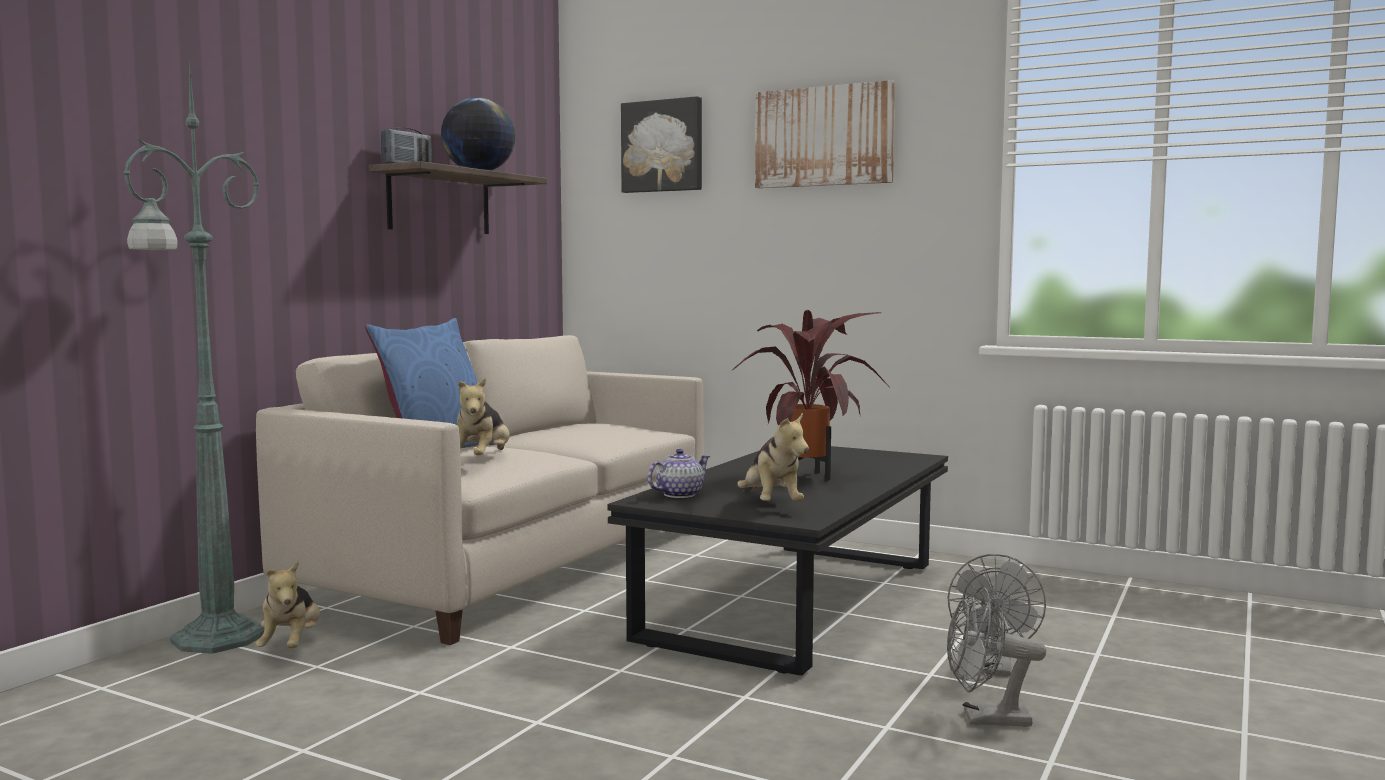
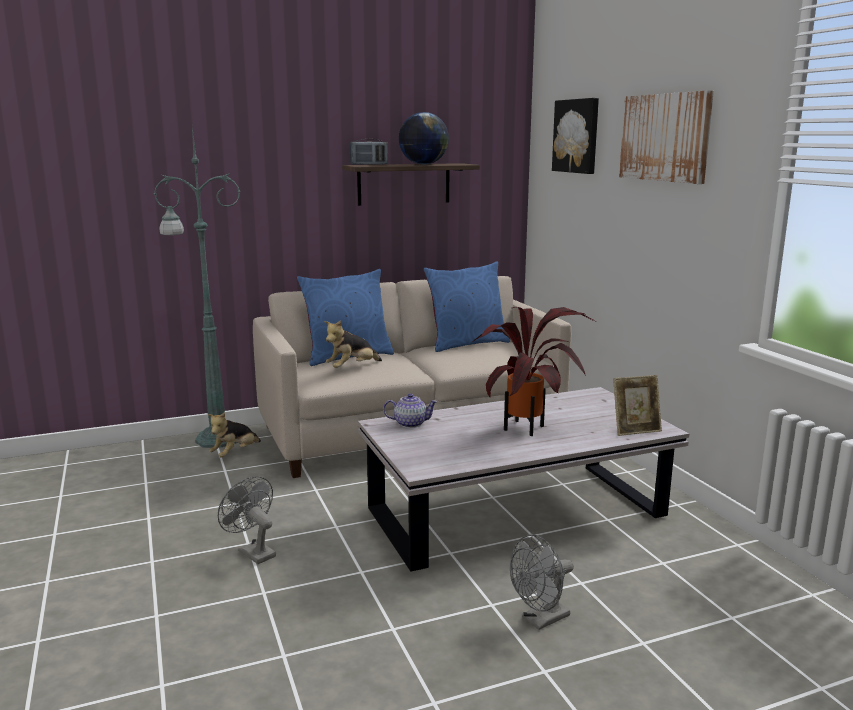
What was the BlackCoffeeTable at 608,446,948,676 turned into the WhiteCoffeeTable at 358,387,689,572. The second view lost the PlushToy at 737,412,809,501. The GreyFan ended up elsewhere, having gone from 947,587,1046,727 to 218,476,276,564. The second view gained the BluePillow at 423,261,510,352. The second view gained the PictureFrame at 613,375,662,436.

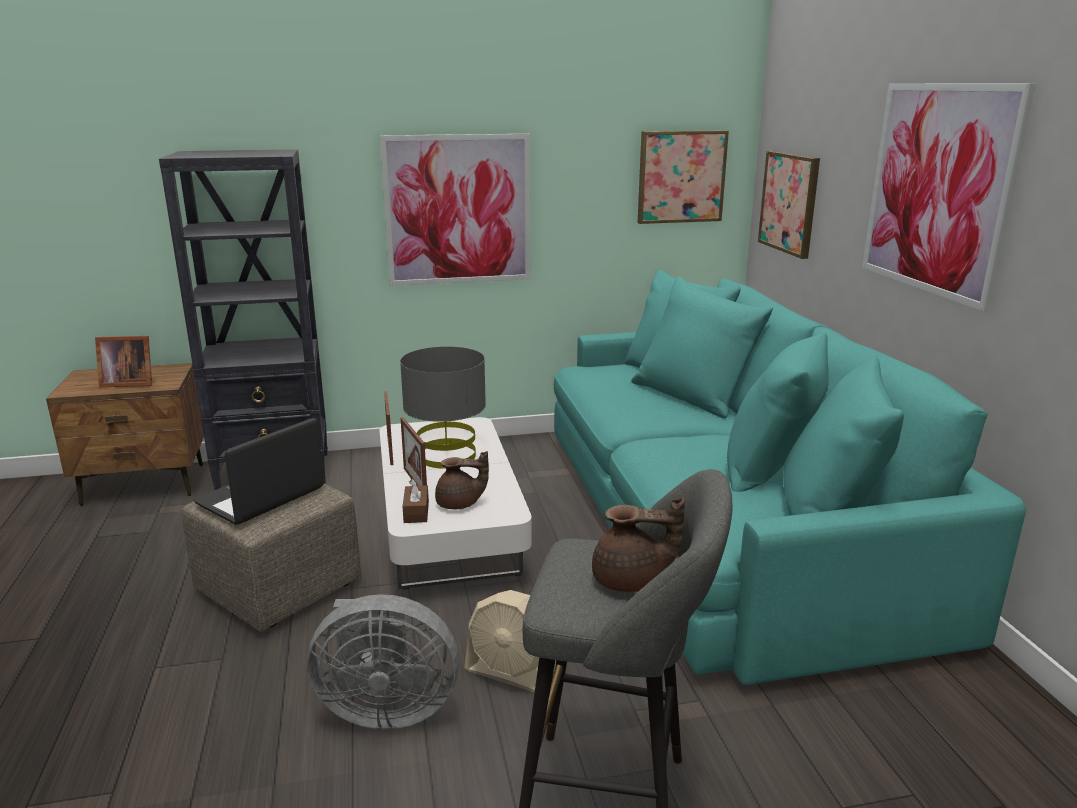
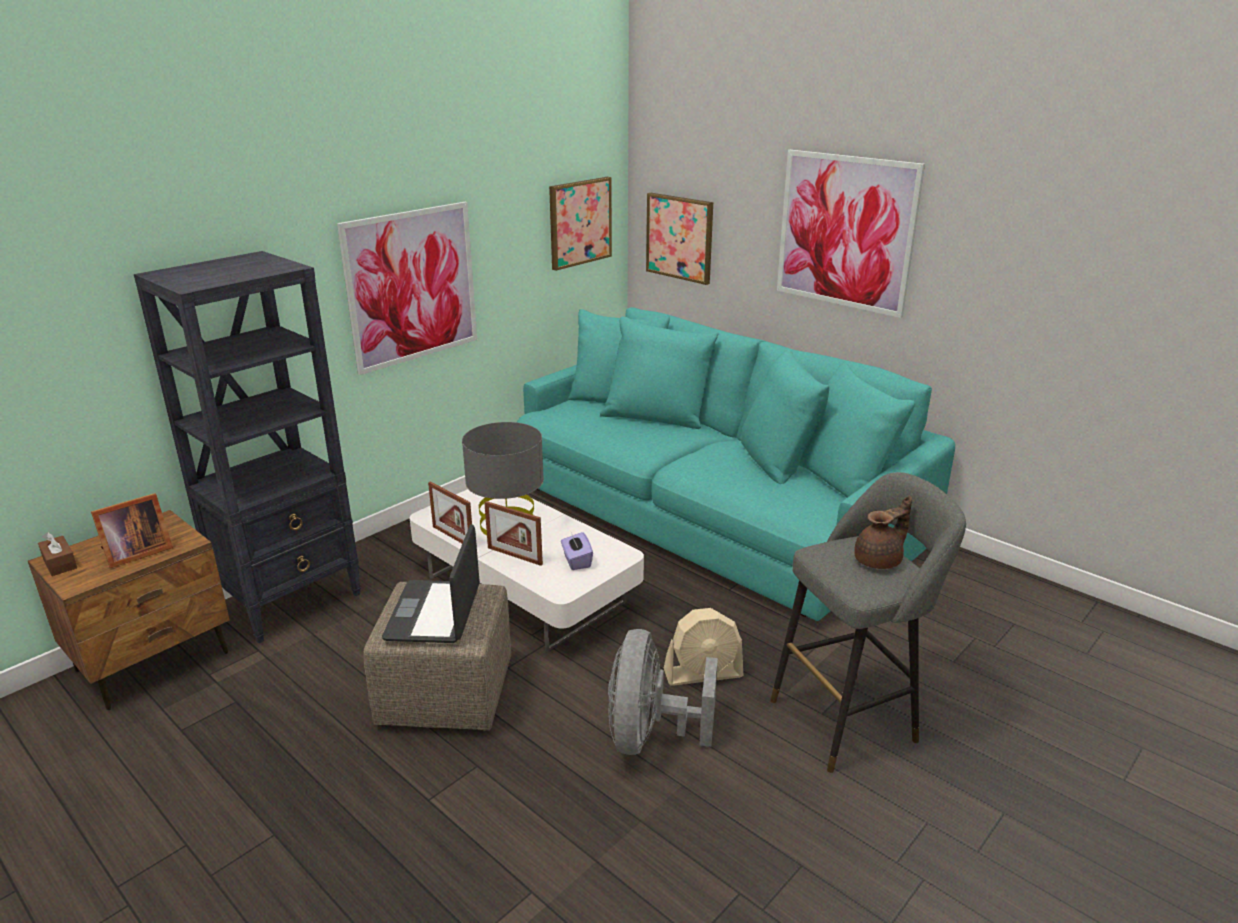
The GreyFan at 307,594,459,729 ended up facing another way, 135 degrees clockwise from before. The BrownTissueBox ended up elsewhere, having gone from 402,479,429,523 to 38,532,77,576. Where the BrownTeapot stood at 435,451,489,509, the PurpleTissueBox came to stand at 561,532,593,570.

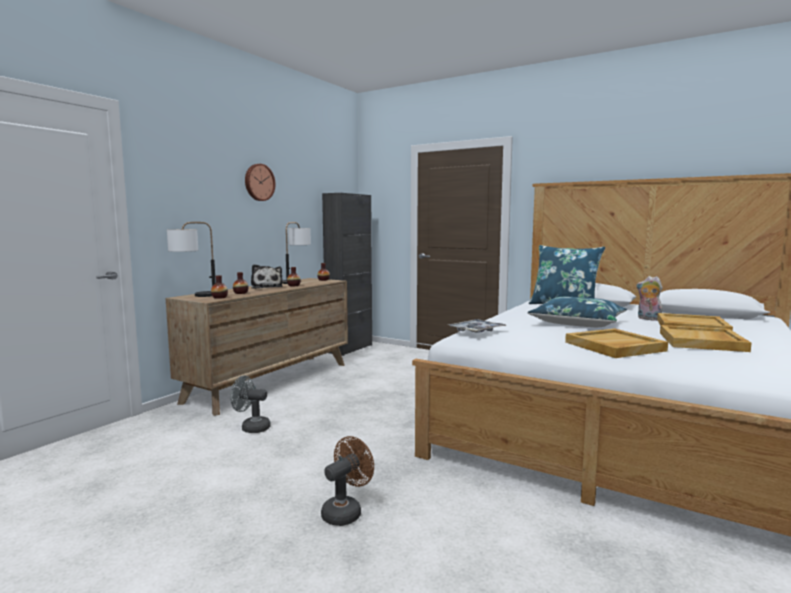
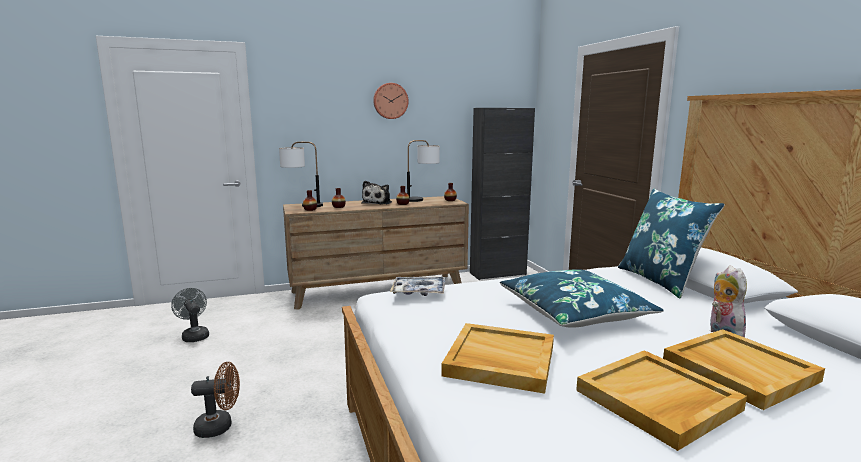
The GreyFan ended up elsewhere, having gone from 230,376,270,433 to 171,288,209,342.

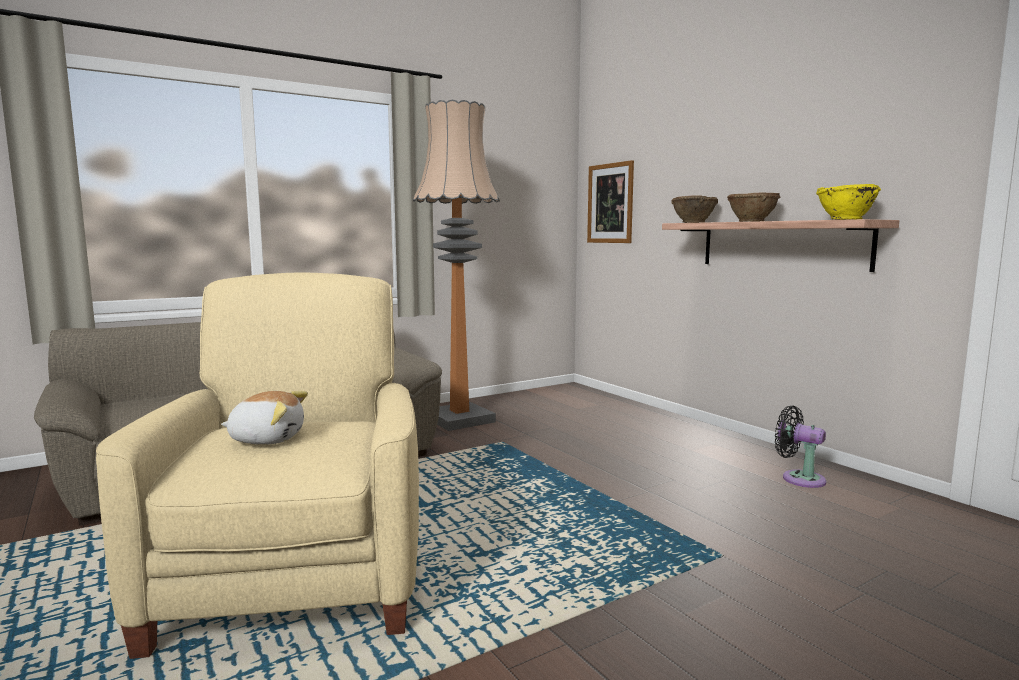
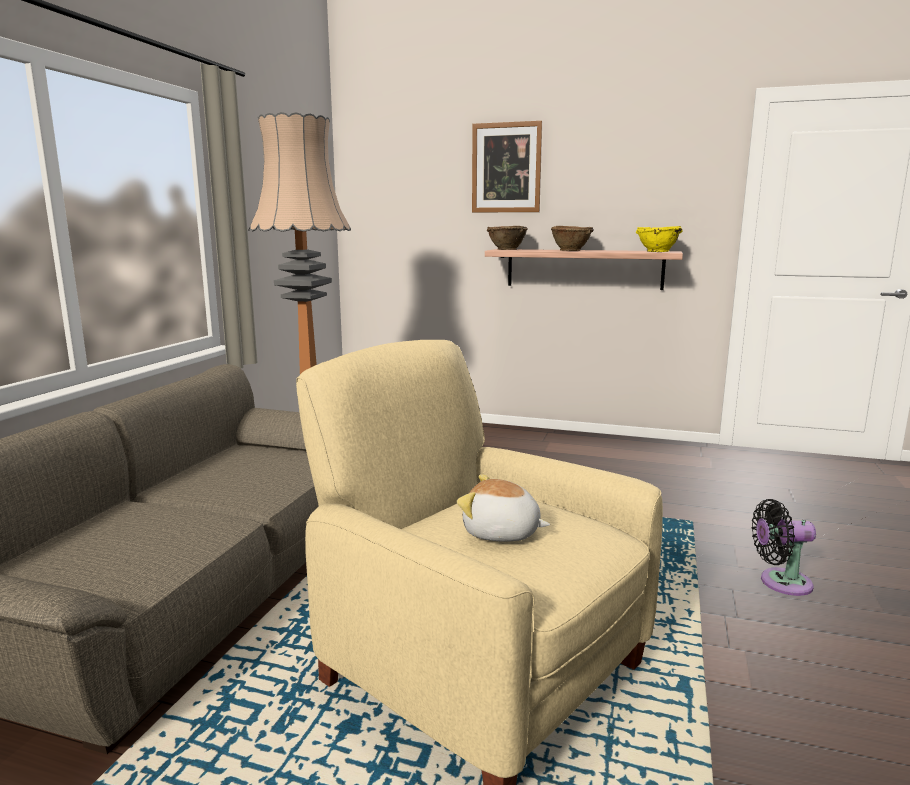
The PlushToy at 221,391,308,445 ended up facing another way, 120 degrees counterclockwise from before. The Picture ended up elsewhere, having gone from 587,160,634,243 to 472,121,542,212. The BlackFan ended up elsewhere, having gone from 775,406,826,488 to 752,499,816,596.

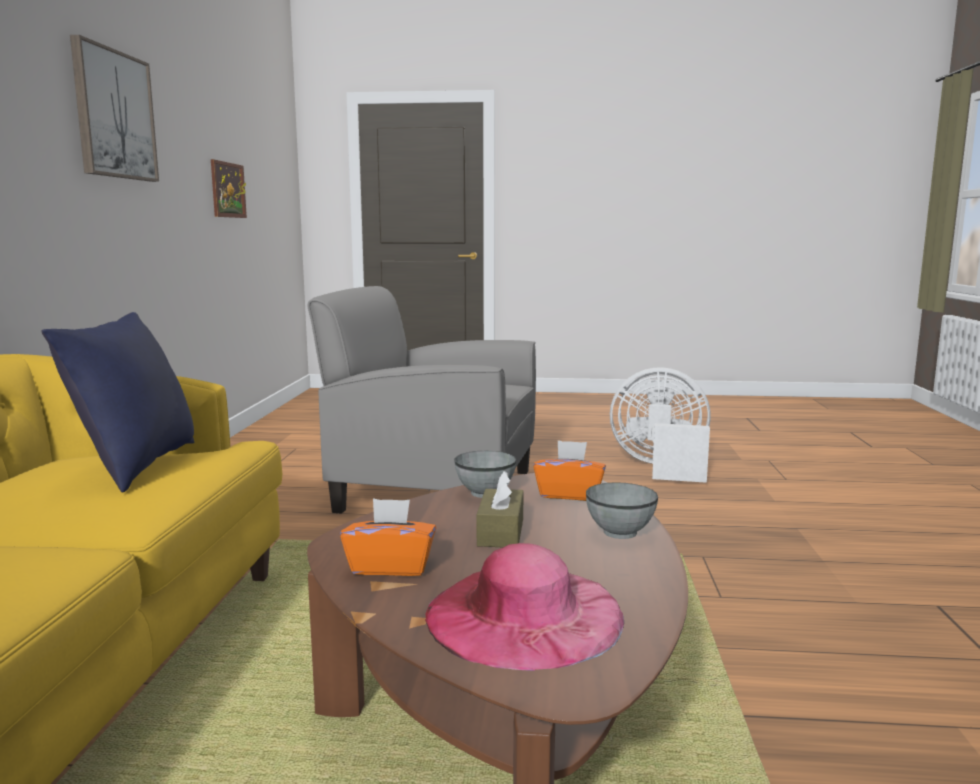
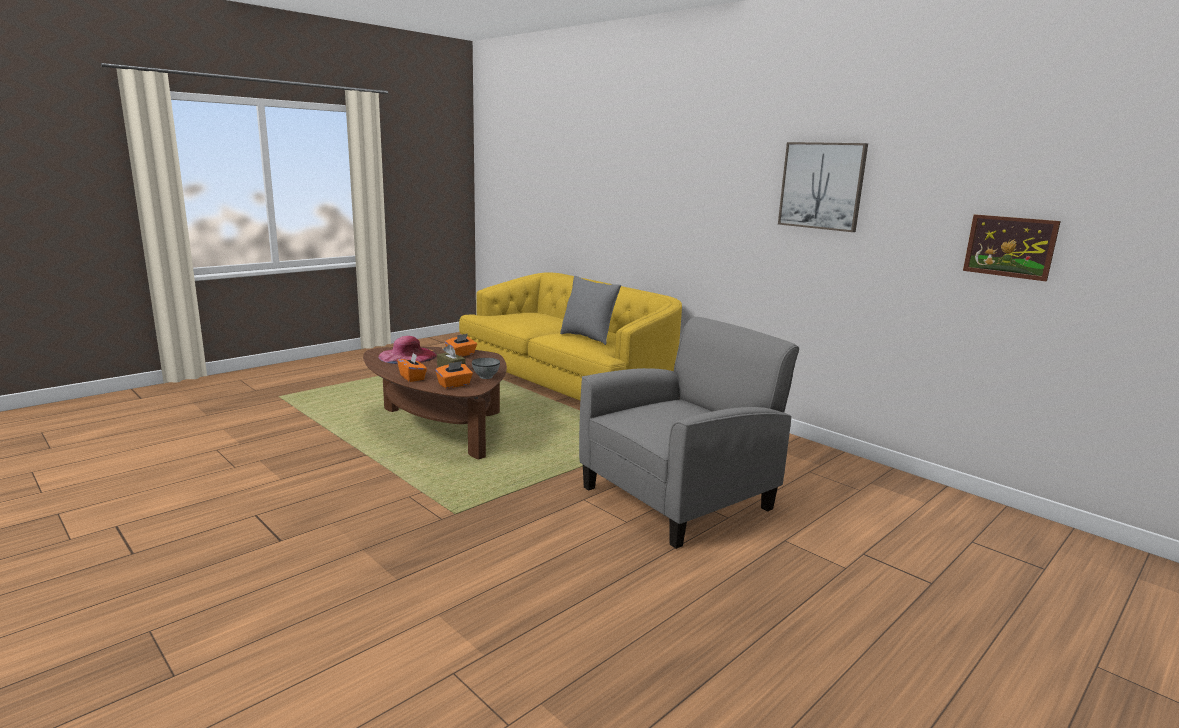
What was the BluePillow at 41,312,194,493 turned into the GreyPillow at 560,276,621,345. Where the GreyBowl stood at 586,482,658,539, the OrangeTissueBox came to stand at 397,353,427,382. The second view lost the WhiteFan at 610,367,711,483.

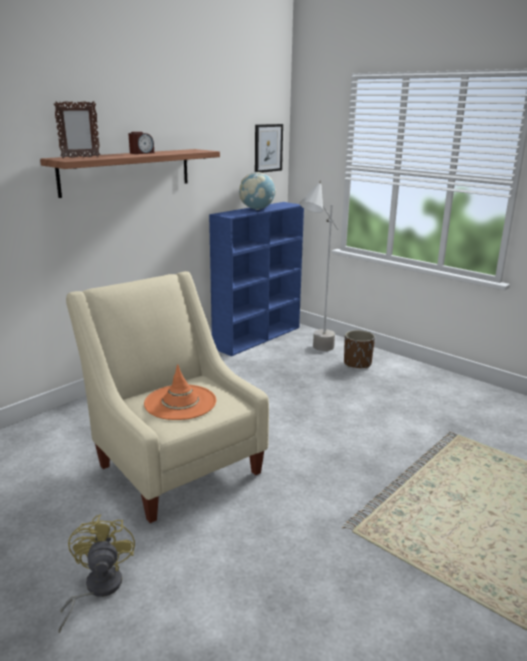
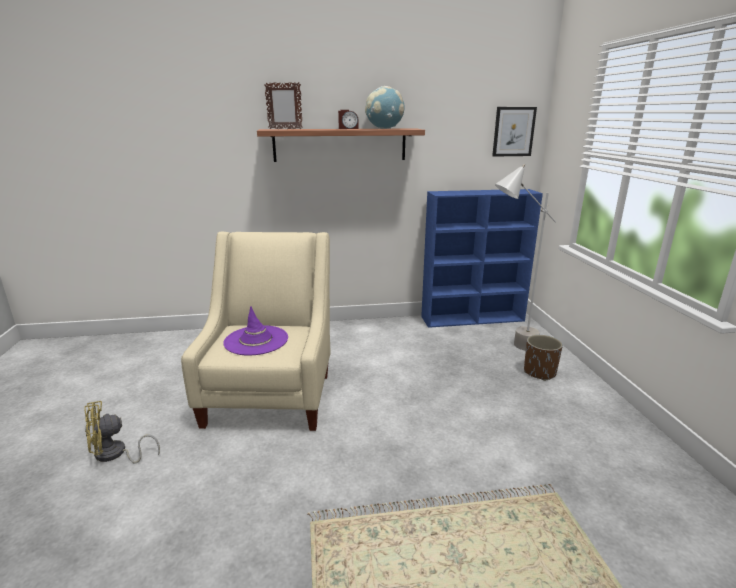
The YellowFan at 58,514,135,633 ended up facing another way, 150 degrees counterclockwise from before. What was the OrangeHat at 144,364,216,420 turned into the PurpleHat at 223,306,288,355. The Globe ended up elsewhere, having gone from 239,172,276,210 to 365,86,404,129.

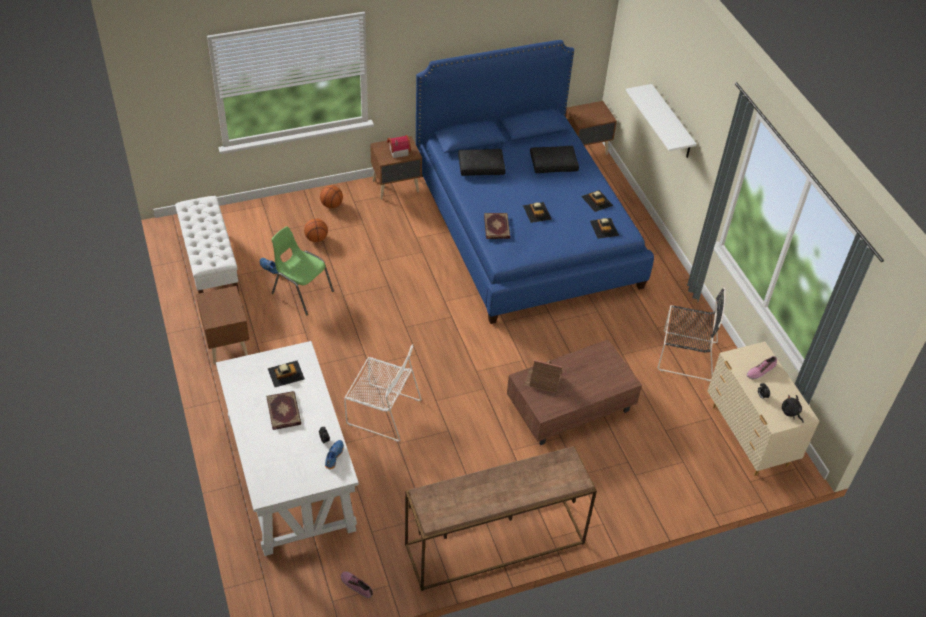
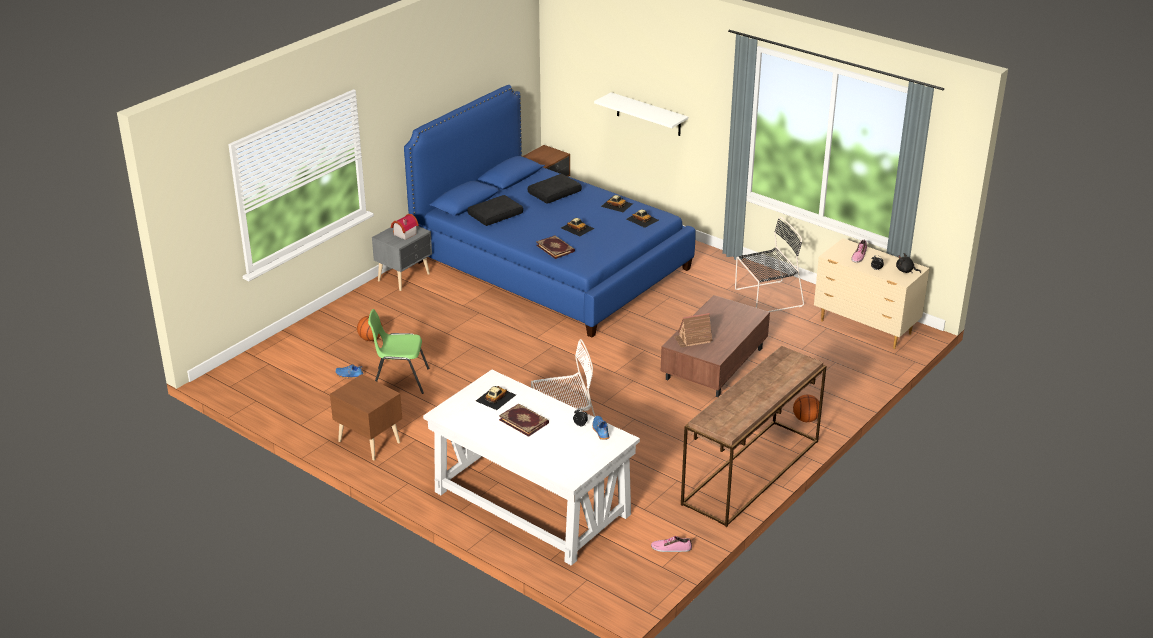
The second view lost the WhiteBench at 175,196,240,296. The Basketball ended up elsewhere, having gone from 320,185,343,208 to 793,395,820,422. What was the BrownNightstand at 370,136,422,200 turned into the GreyNightstand at 372,226,432,291.

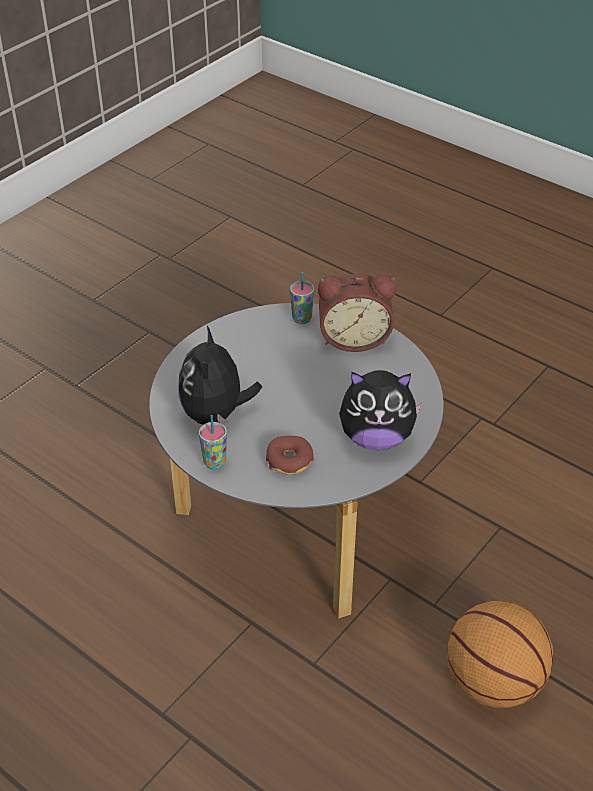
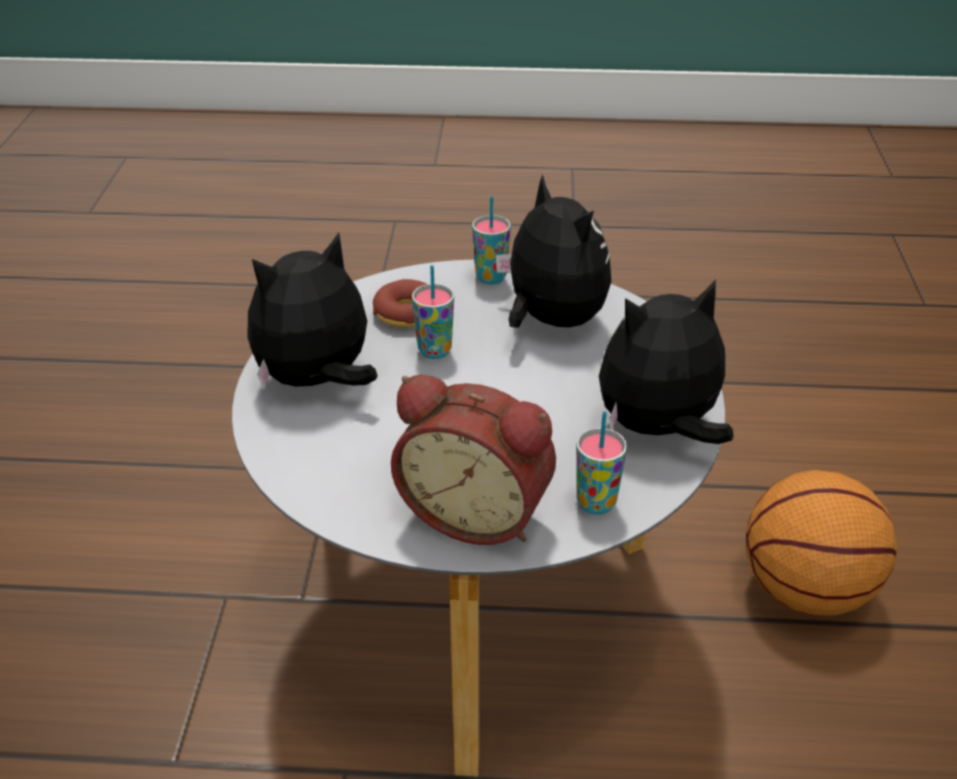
The AlarmClock at 318,274,397,352 ended up facing another way, 120 degrees counterclockwise from before. The Basketball ended up elsewhere, having gone from 447,601,553,708 to 746,470,897,616. The second view gained the Cup at 412,265,454,359. The second view gained the PlushToy at 599,279,734,444.

